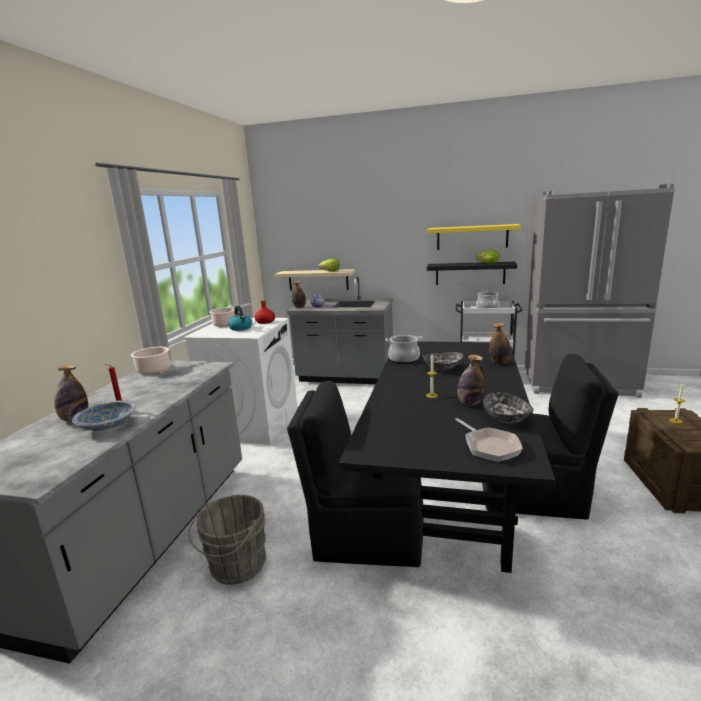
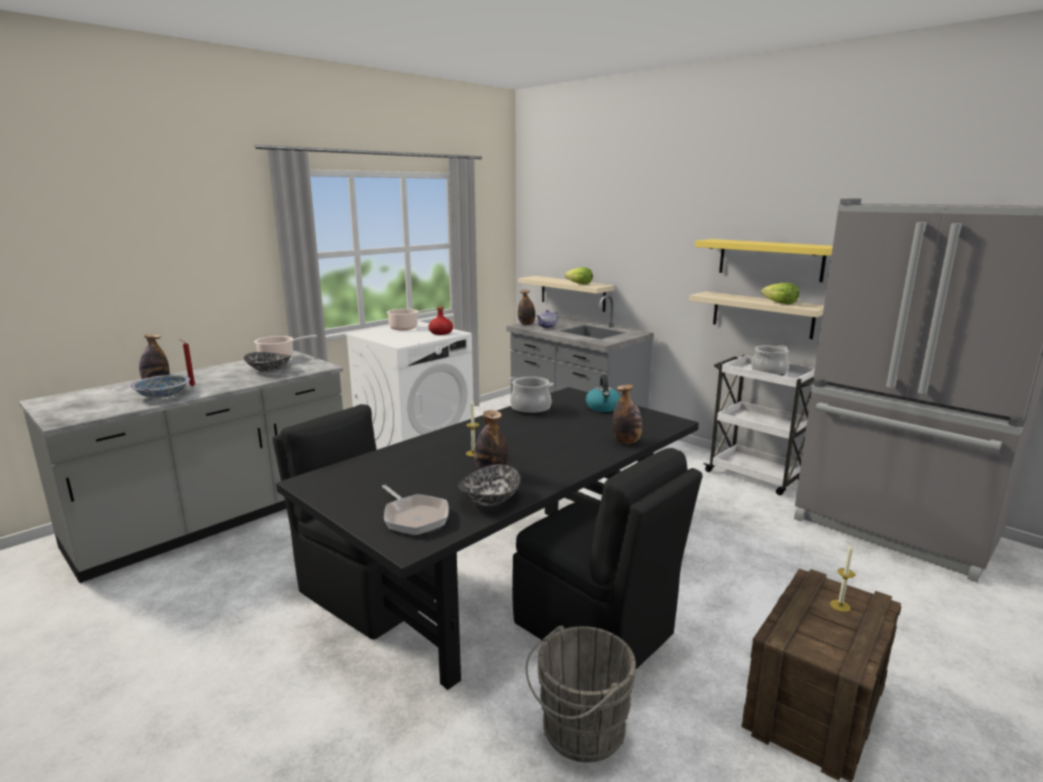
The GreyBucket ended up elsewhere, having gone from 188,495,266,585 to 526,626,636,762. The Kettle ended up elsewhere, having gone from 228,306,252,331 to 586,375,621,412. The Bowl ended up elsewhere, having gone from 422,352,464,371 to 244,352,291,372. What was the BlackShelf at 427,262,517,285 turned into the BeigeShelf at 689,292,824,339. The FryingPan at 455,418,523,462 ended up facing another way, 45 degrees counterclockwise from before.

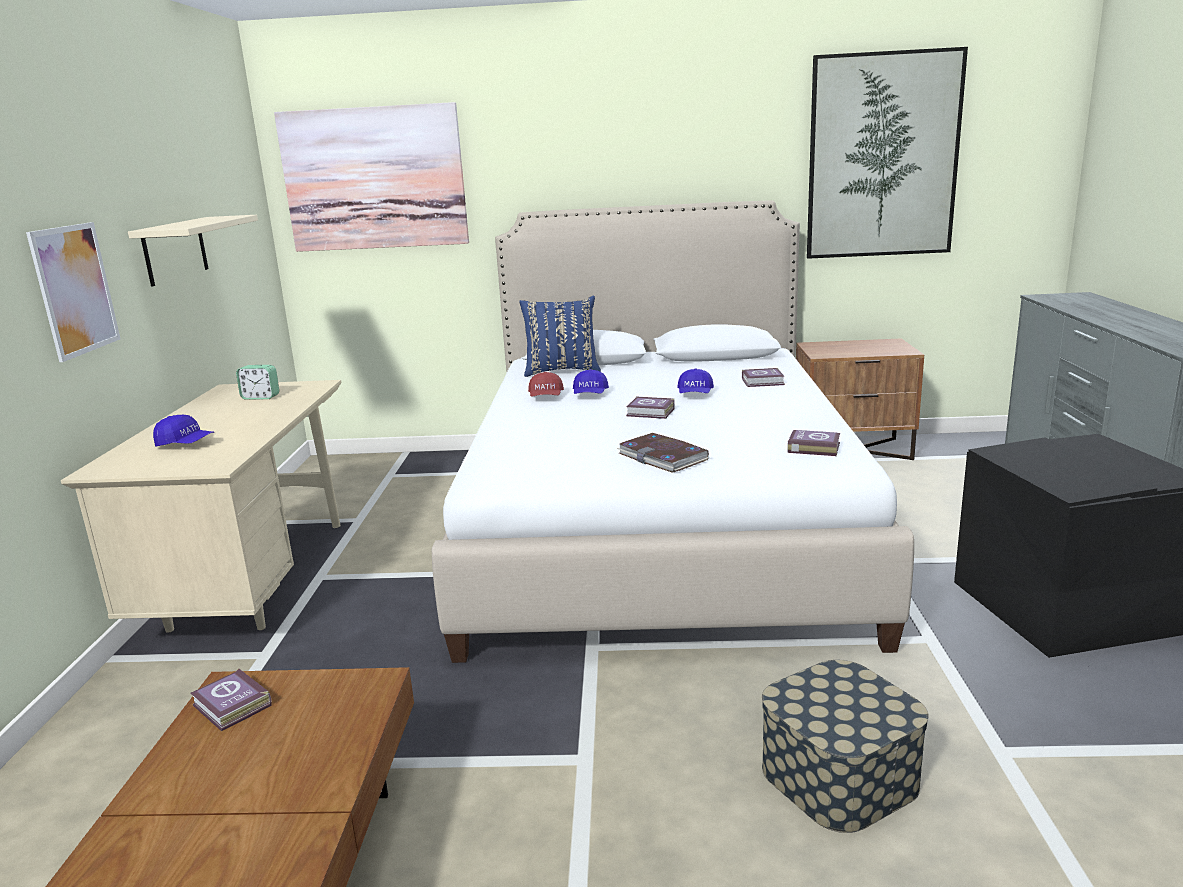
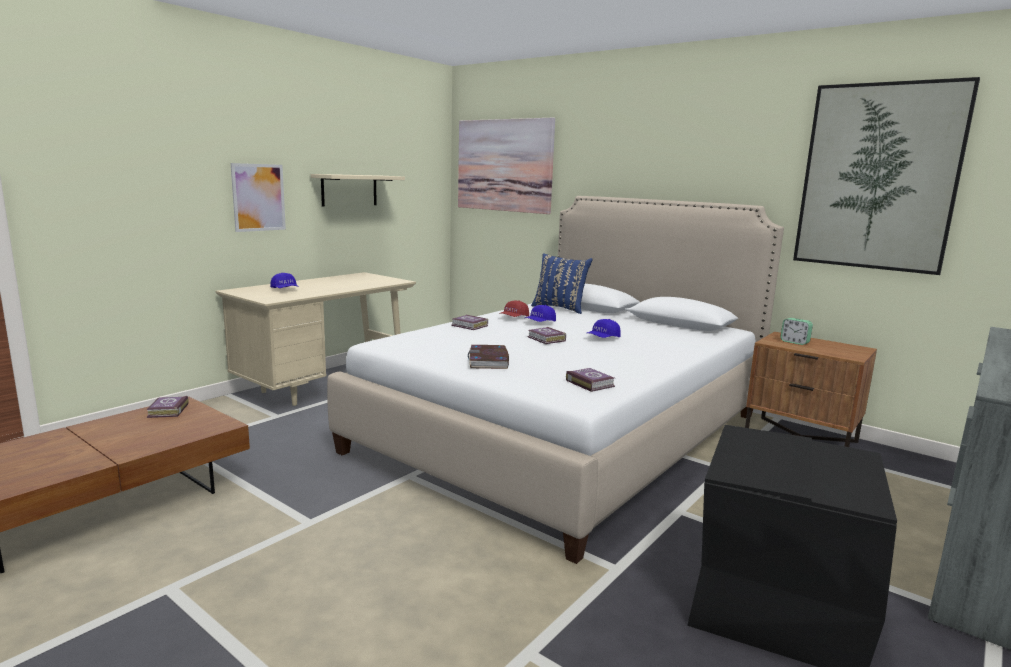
The AlarmClock ended up elsewhere, having gone from 236,365,279,400 to 780,318,813,345. The Book ended up elsewhere, having gone from 742,368,785,387 to 451,315,488,330. The second view lost the StorageBox at 762,660,929,833.

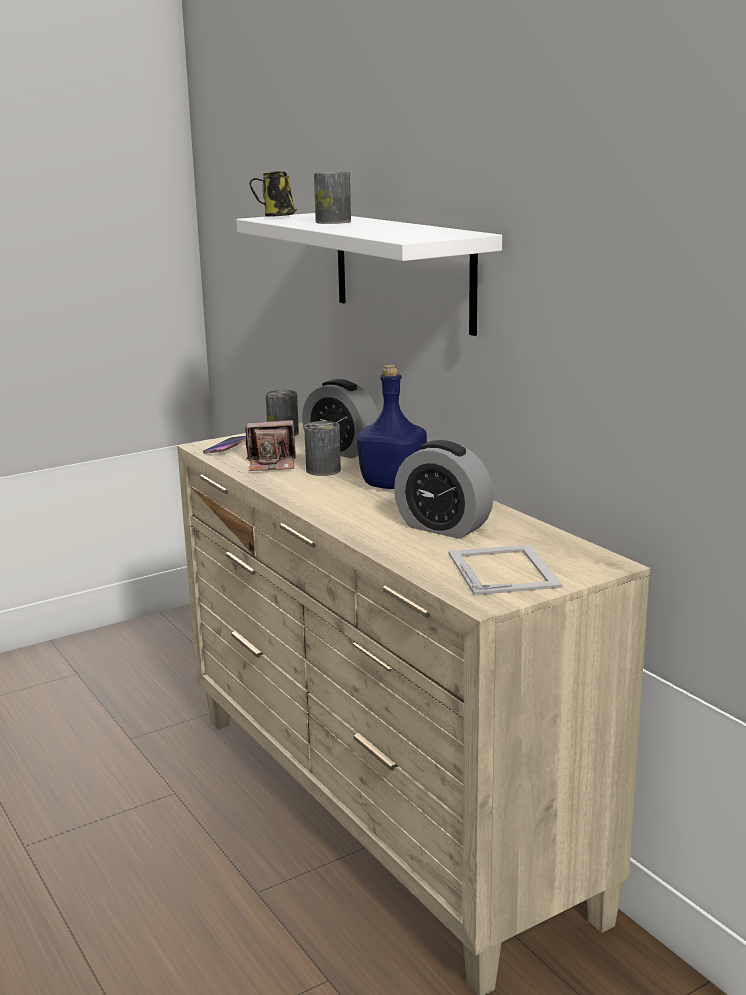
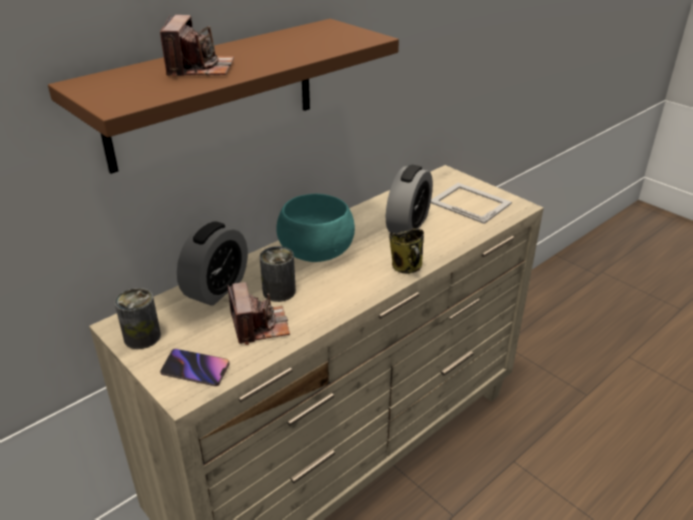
What was the WhiteShelf at 236,213,502,336 turned into the BrownShelf at 48,19,399,174. The Mug ended up elsewhere, having gone from 249,171,297,217 to 389,228,424,274. Where the Can stood at 314,172,351,224, the PhotoCamera came to stand at 160,15,234,77. Where the BlueBottle stood at 357,365,427,489, the TurquoiseBowl came to stand at 276,194,355,262. The PictureFrame at 449,544,563,595 ended up facing another way, 60 degrees clockwise from before.

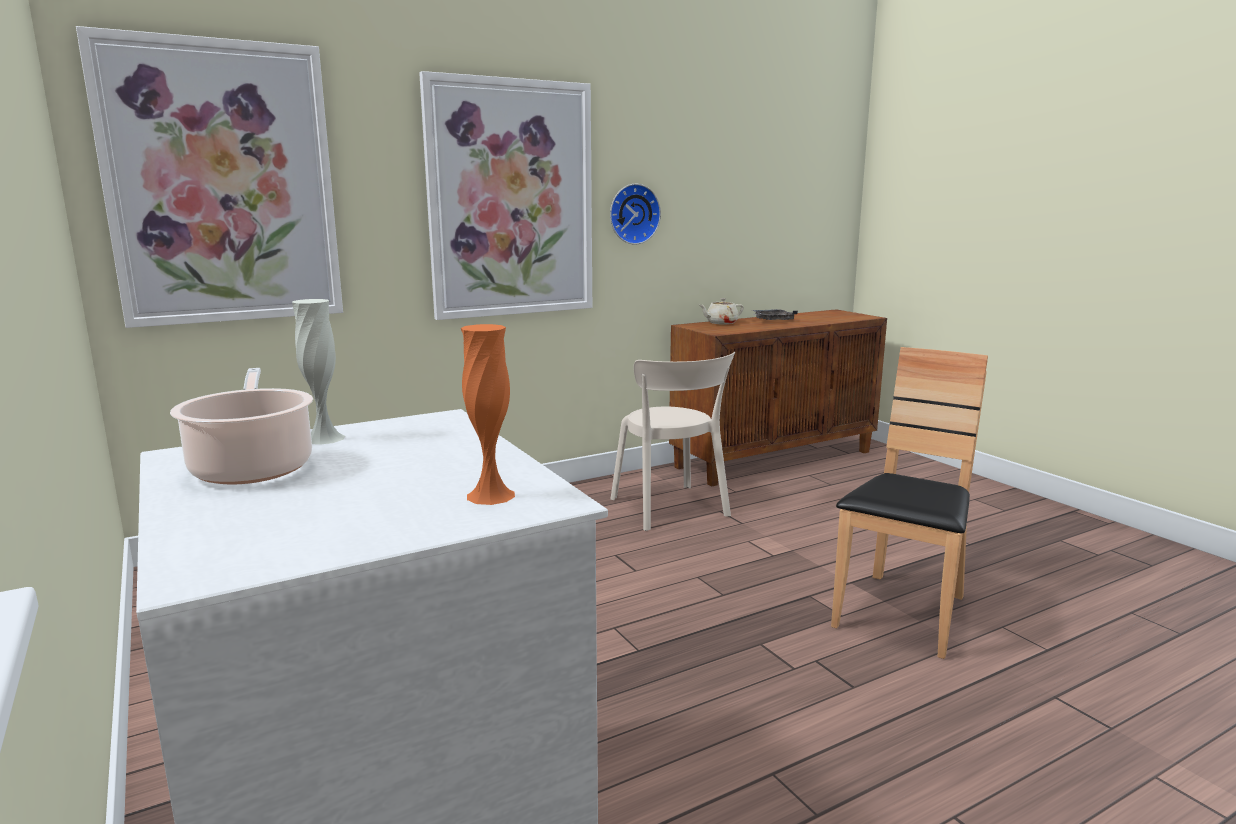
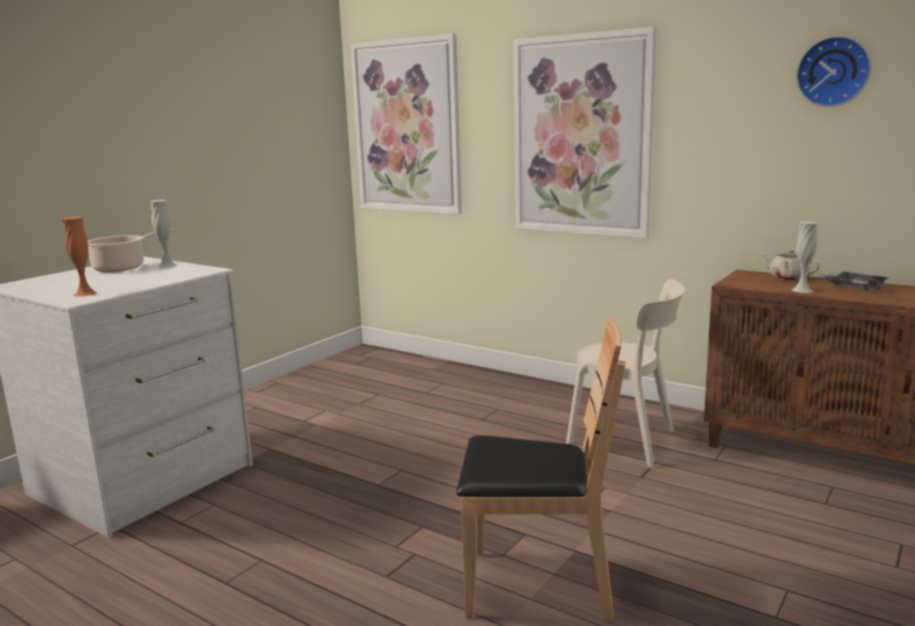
The WallClock ended up elsewhere, having gone from 610,184,661,245 to 796,36,871,107. The BeigeChair at 611,352,735,531 ended up facing another way, 105 degrees counterclockwise from before. The second view gained the WhiteVase at 791,221,818,293.

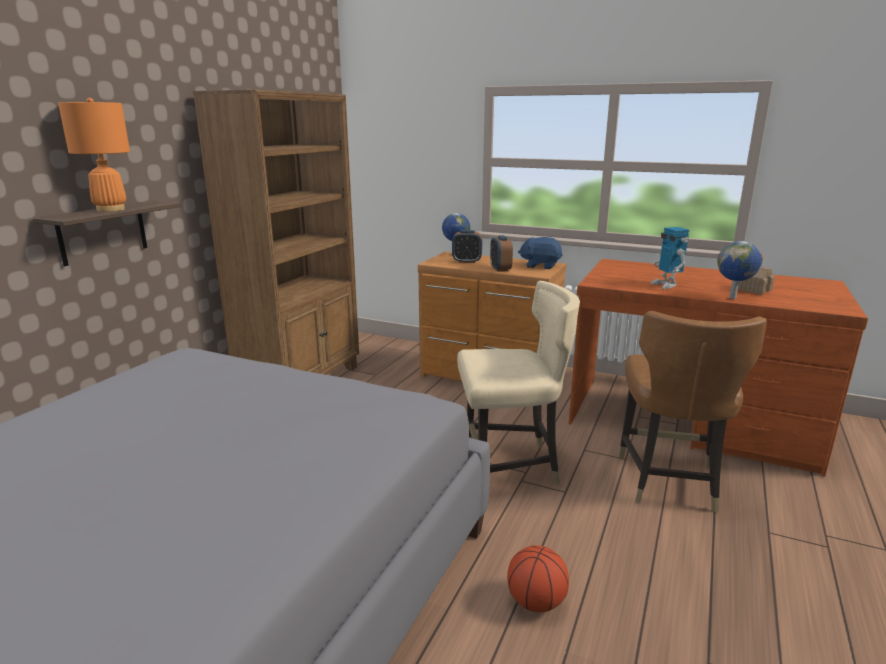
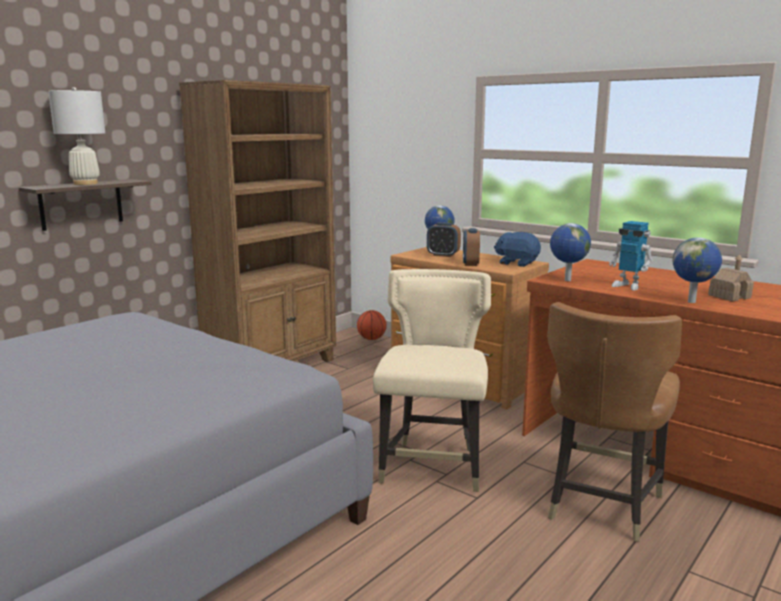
What was the OrangeTableLamp at 58,98,130,212 turned into the WhiteTableLamp at 48,87,105,185. The BeigeChair at 457,281,580,485 ended up facing another way, 90 degrees counterclockwise from before. The Basketball ended up elsewhere, having gone from 507,545,569,612 to 357,310,387,340. The ToyRobot at 650,227,689,289 ended up facing another way, 45 degrees counterclockwise from before. The second view gained the Globe at 550,223,591,281.

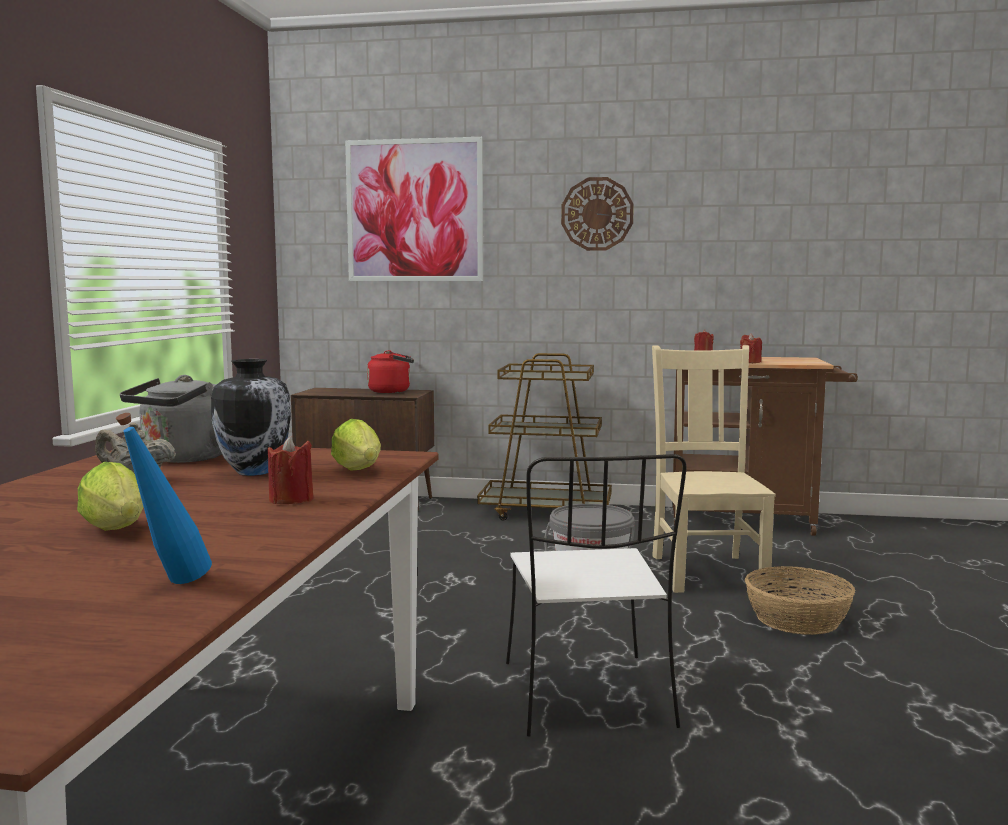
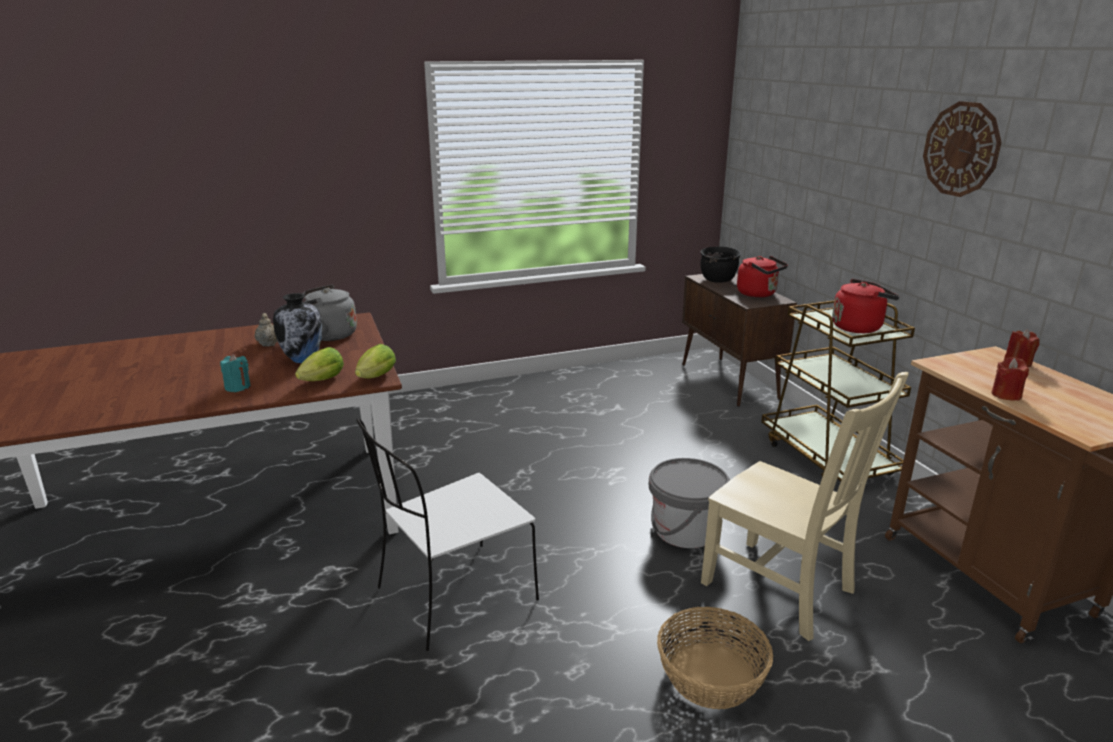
The Lettuce ended up elsewhere, having gone from 77,462,143,531 to 355,344,396,378. The second view lost the BlueBottle at 116,413,212,584. What was the RedCandle at 268,436,314,504 turned into the TurquoiseCandle at 220,354,251,392. The second view lost the Picture at 345,137,483,281. The BeigeChair at 652,345,776,593 ended up facing another way, 75 degrees clockwise from before. The second view gained the BlackCookingPot at 700,246,741,283. The second view gained the RedKettle at 832,279,900,333.

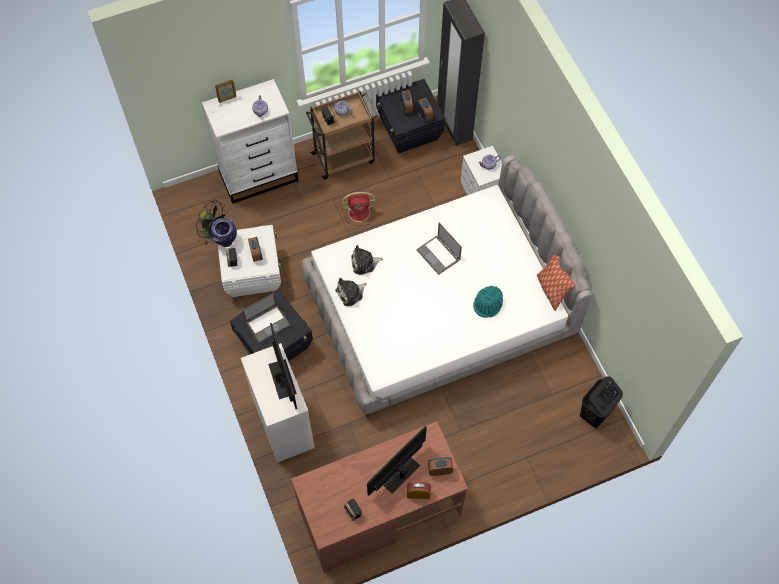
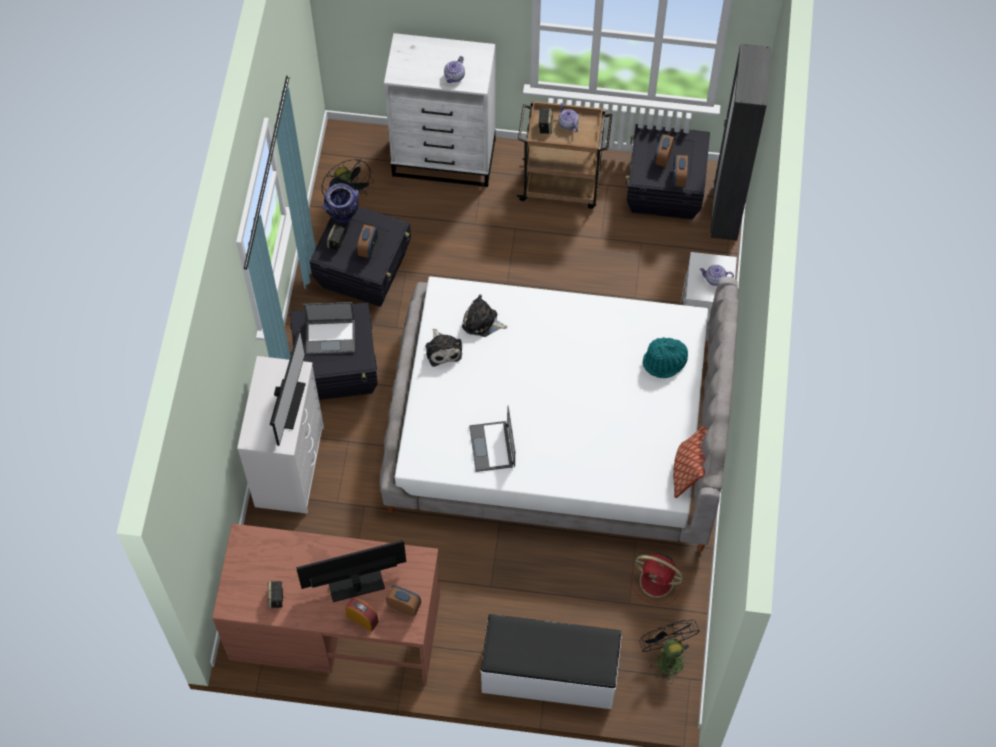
The second view lost the PictureFrame at 215,79,237,103. What was the WhiteStorageBox at 218,225,281,297 turned into the BlackStorageBox at 309,206,411,307. The PlushToy at 336,278,366,306 ended up facing another way, 105 degrees counterclockwise from before. The RedFan ended up elsewhere, having gone from 342,190,376,226 to 632,553,683,605. The Laptop ended up elsewhere, having gone from 416,223,462,275 to 469,406,515,472. The TurquoiseHat ended up elsewhere, having gone from 473,286,503,318 to 643,337,688,378. Where the BlackLaundryBasket stood at 580,376,623,428, the BlackFan came to stand at 640,620,699,684. The second view gained the WhiteBench at 481,614,622,709.

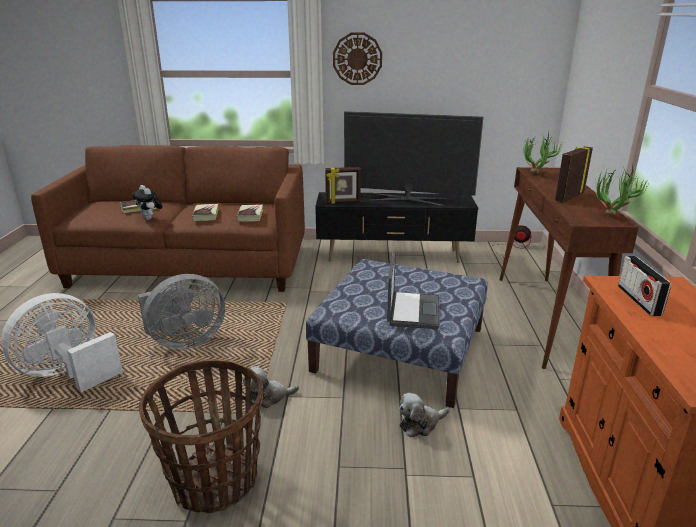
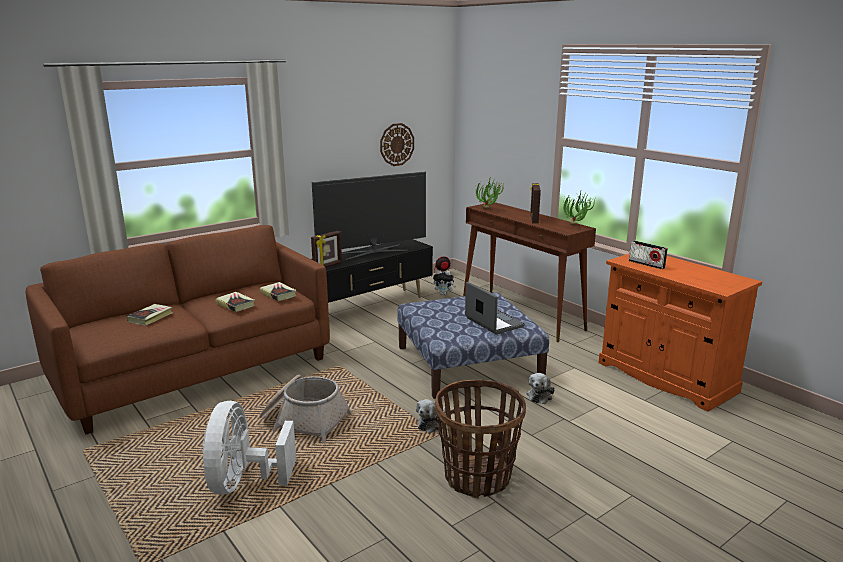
The PlushToy ended up elsewhere, having gone from 132,185,163,220 to 433,270,456,295. Where the GreyFan stood at 138,274,225,349, the Basket came to stand at 260,374,352,444. The WallClock ended up elsewhere, having gone from 333,33,382,85 to 380,123,414,166.

